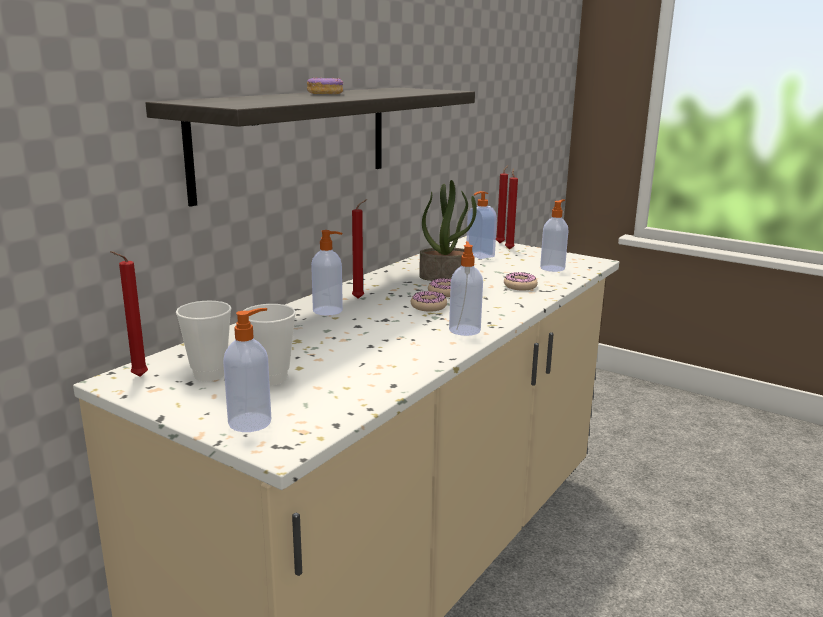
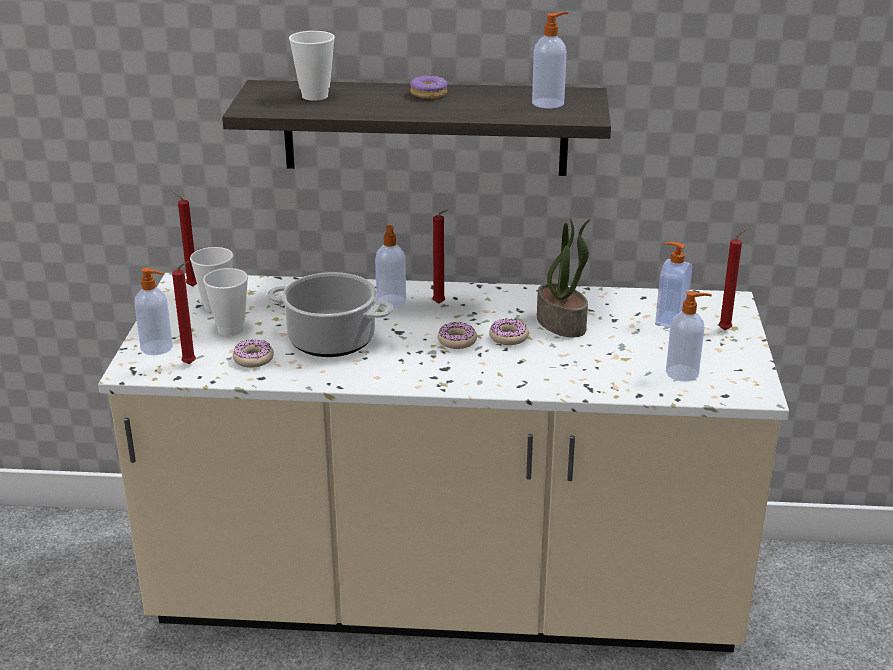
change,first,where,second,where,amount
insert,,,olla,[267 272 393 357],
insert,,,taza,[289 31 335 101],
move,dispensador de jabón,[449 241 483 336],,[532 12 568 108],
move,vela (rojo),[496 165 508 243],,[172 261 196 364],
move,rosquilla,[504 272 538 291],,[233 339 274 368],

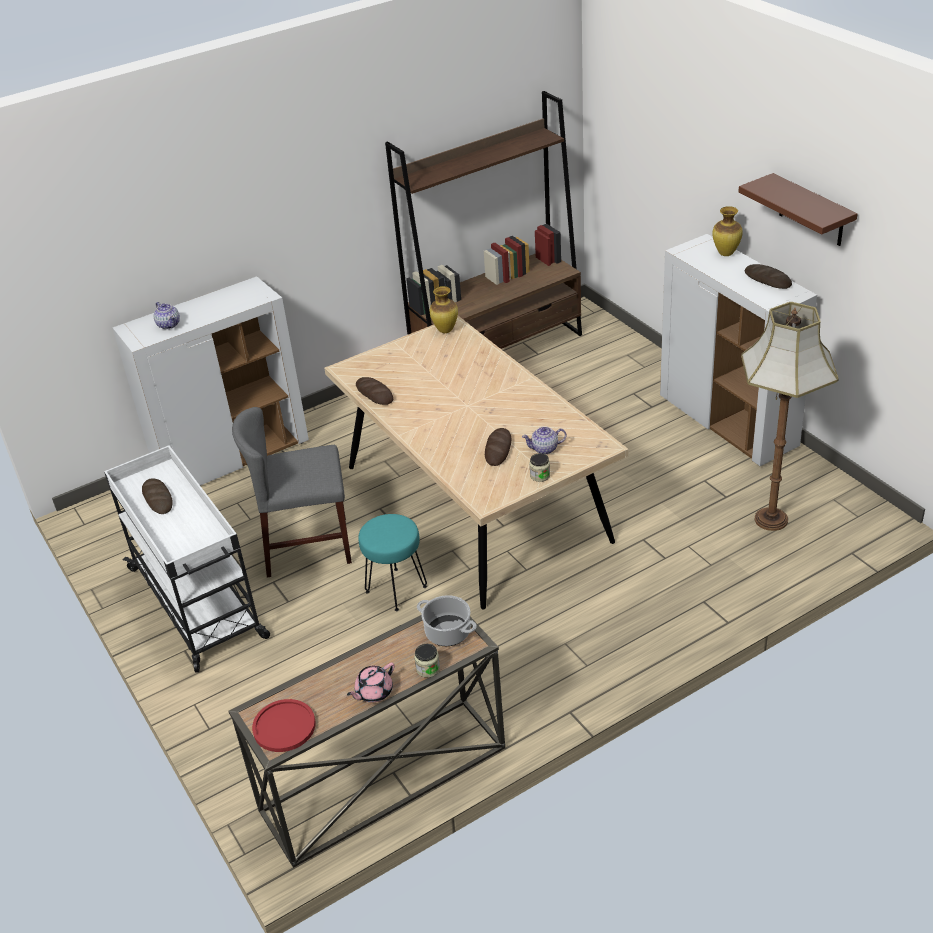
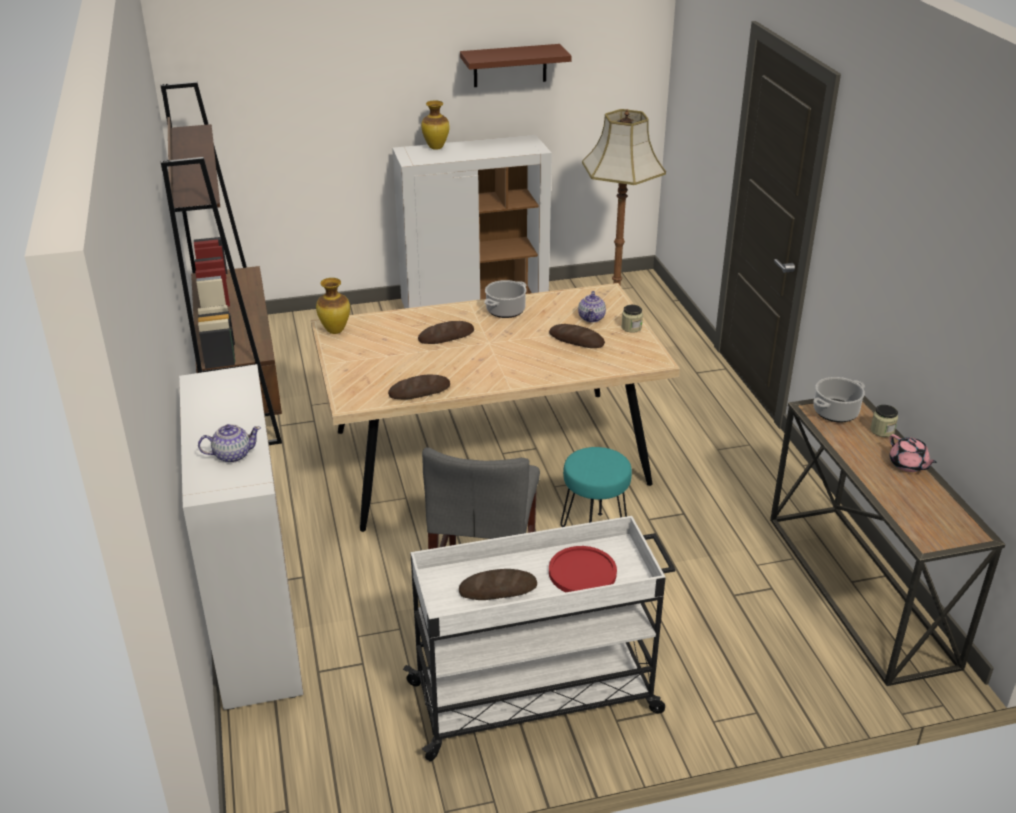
change,first,where,second,where,amount
insert,,,olla,[485 280 527 318],
move,plato (rojo),[252 699 316 752],,[549 546 617 592],
move,pan,[745 264 792 289],,[418 321 474 344],

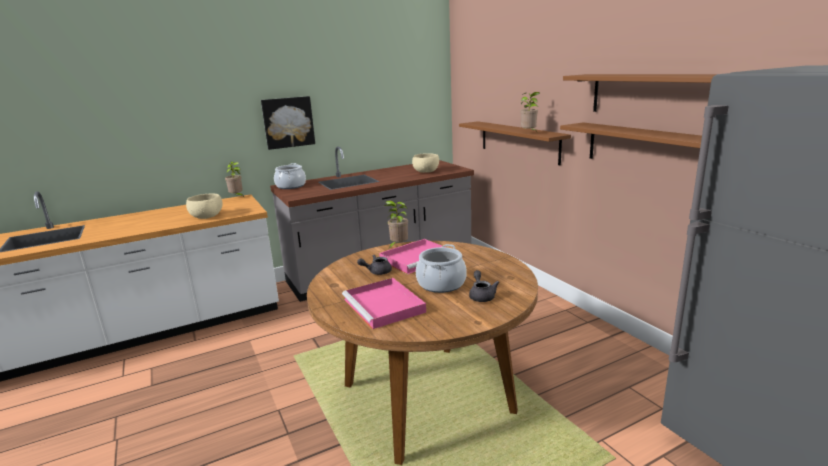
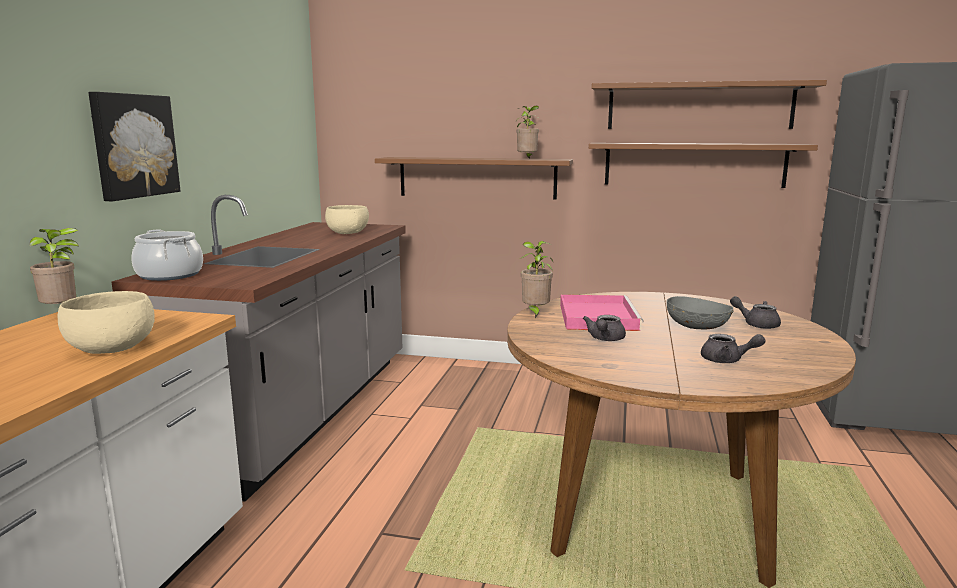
change,first,where,second,where,amount
replace,bandeja (rosa),[342 278 426 329],tetera (gris),[701 334 766 363],
replace,olla,[416 244 467 293],cuenco (gris),[667 296 733 329],

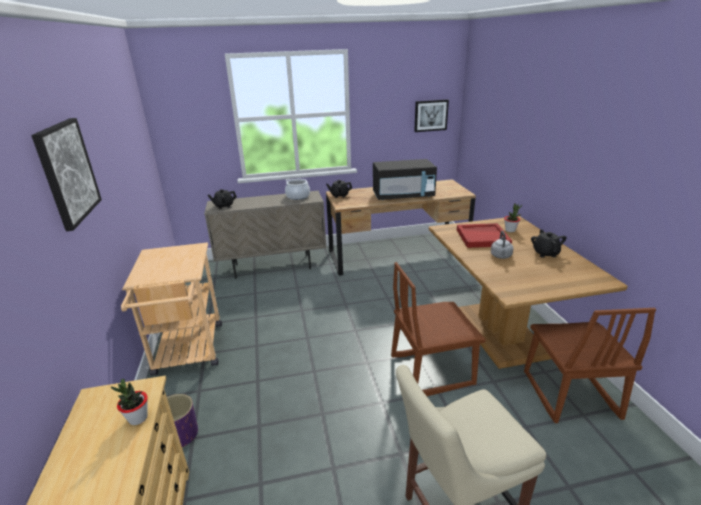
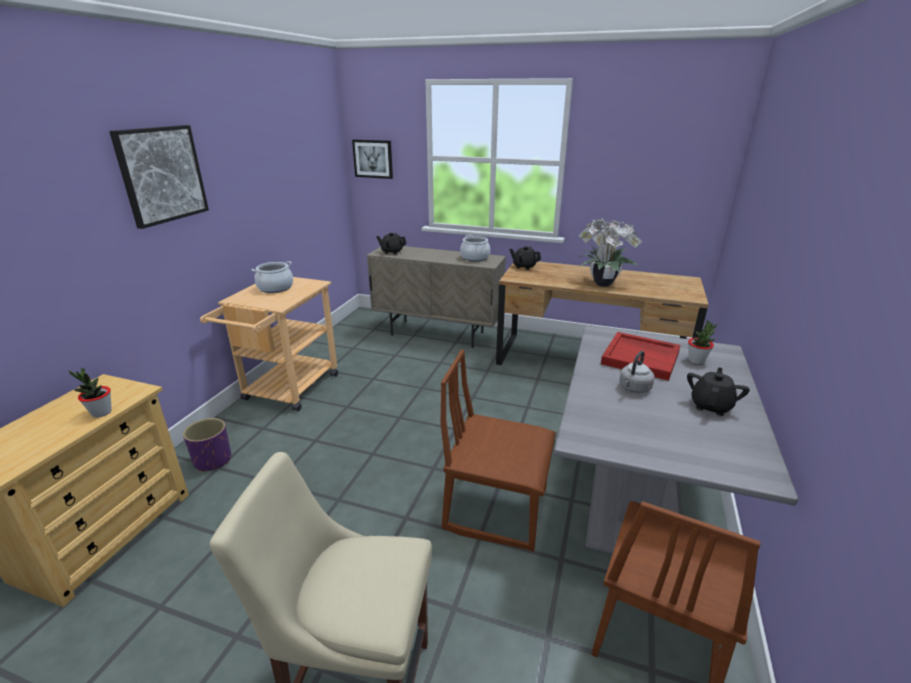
change,first,where,second,where,amount
insert,,,olla,[251 261 293 293],
move,cuadro,[414 100 449 132],,[352 140 393 179],
replace,microondas (negro),[373 159 437 200],planta en maceta,[579 218 642 287],
recolor,mesa de comedor (marrón),[429 216 628 369],mesa de comedor (gris),[554 326 798 554],

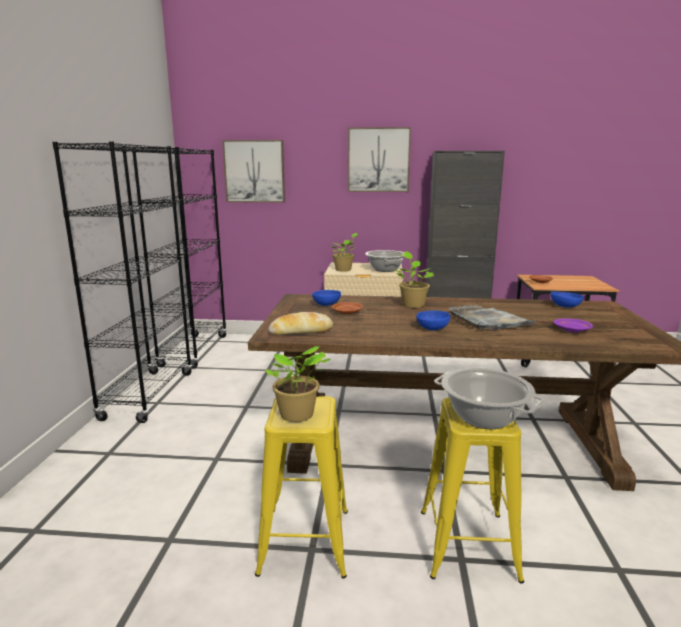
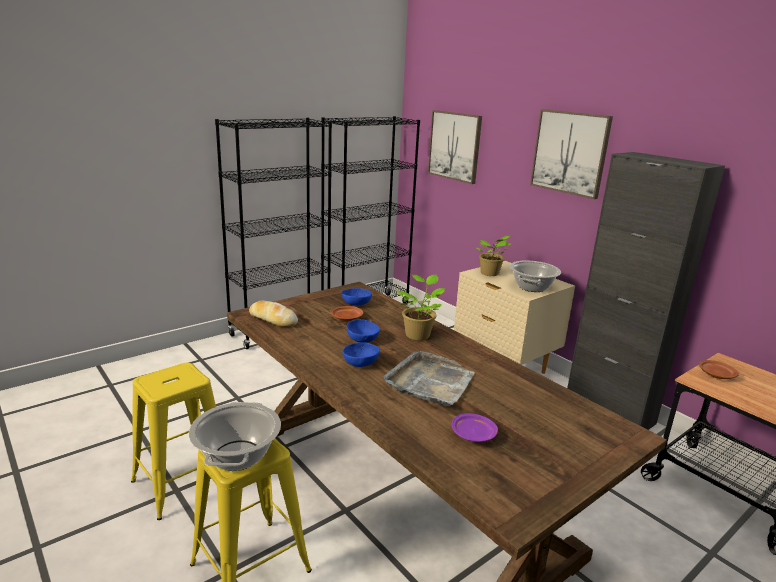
change,first,where,second,where,amount
delete,planta en maceta,[265 346 331 422],,,
move,cuenco (azul),[550 291 584 307],,[347 319 380 343],

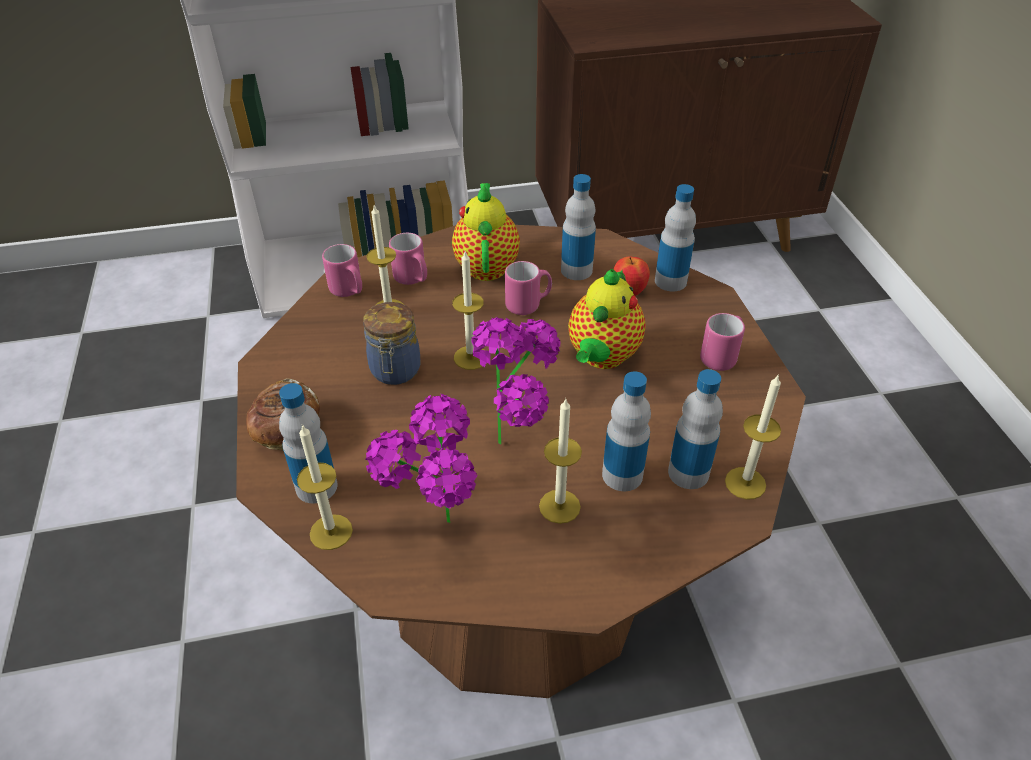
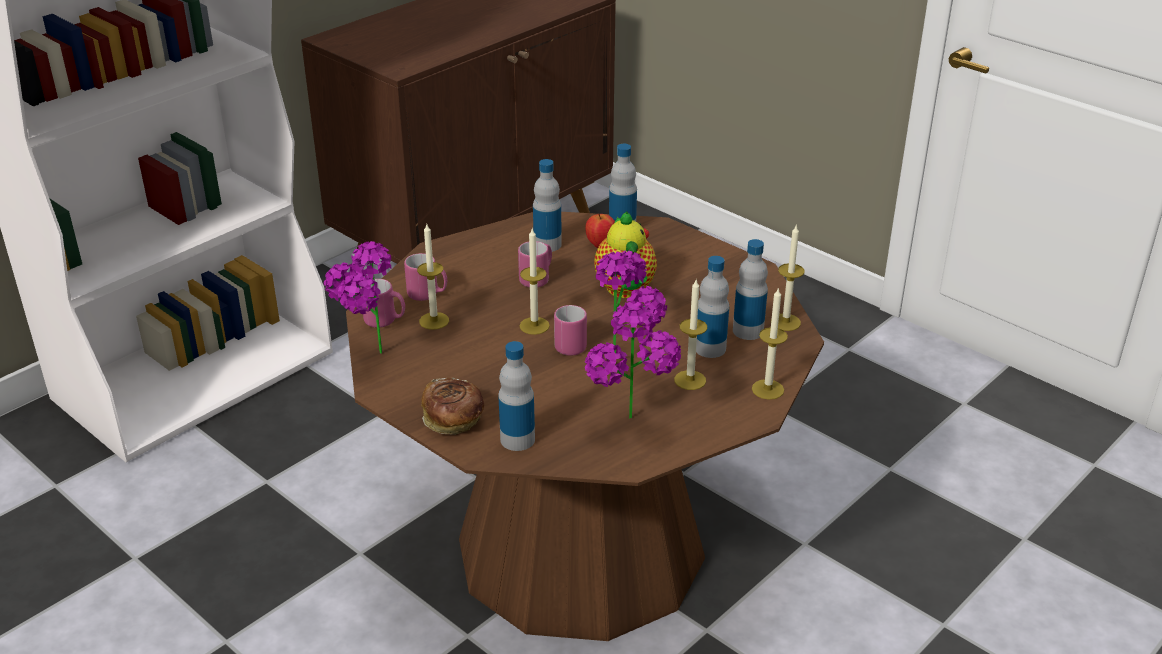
change,first,where,second,where,amount
delete,tarro,[363 302 420 385],,,
delete,tetera,[452 183 520 281],,,
insert,,,planta en maceta,[324 241 391 354],
move,vela,[297 424 353 550],,[752 287 788 400],
move,taza grande (rosa),[700 313 745 371],,[554 305 587 356],

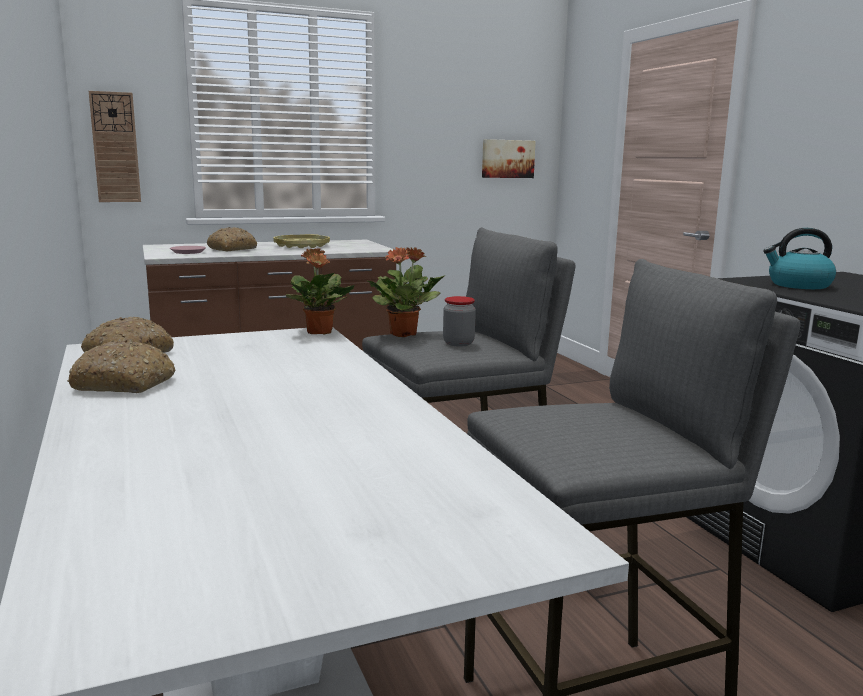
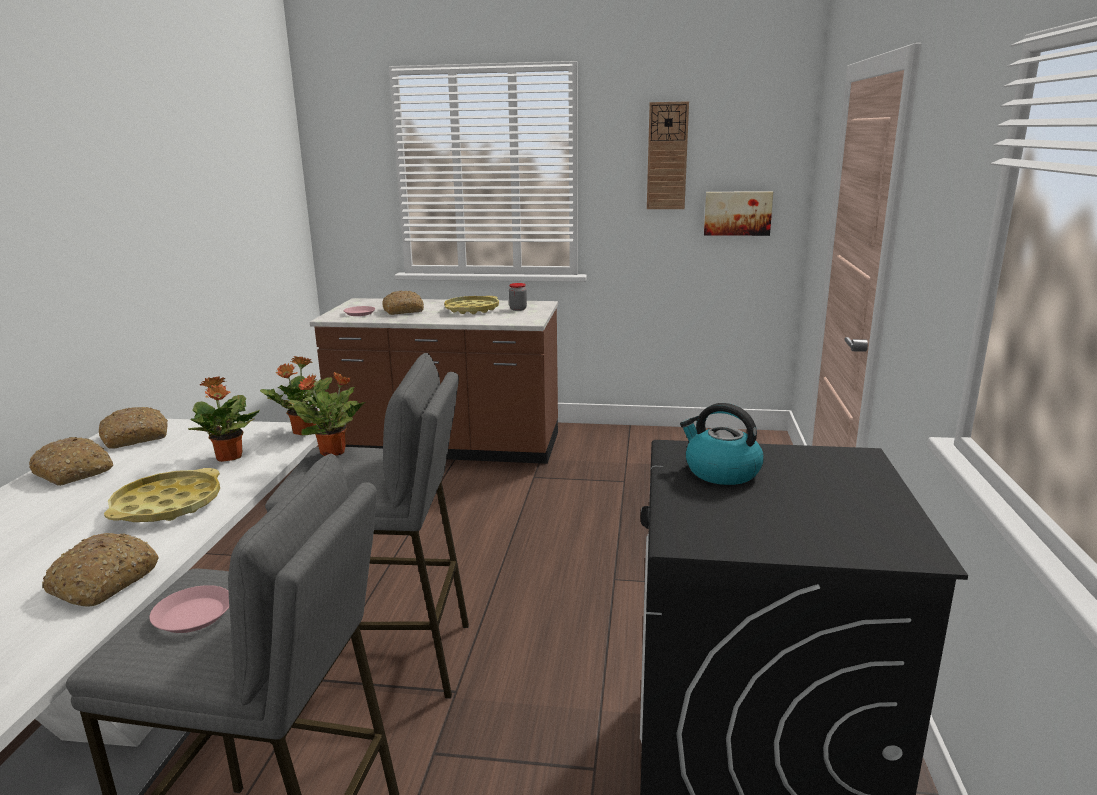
change,first,where,second,where,amount
insert,,,pan,[42 533 159 607],
insert,,,bandeja (amarillo),[104 468 220 522],
insert,,,plato (rosa),[149 585 229 633],
insert,,,planta en maceta,[188 376 260 462],
move,reloj de pared,[89 91 141 202],,[647 101 689 209],
move,tarro,[443 296 476 347],,[509 283 527 311],

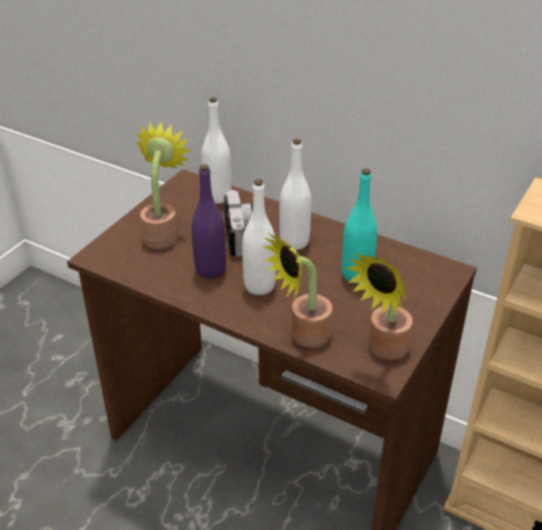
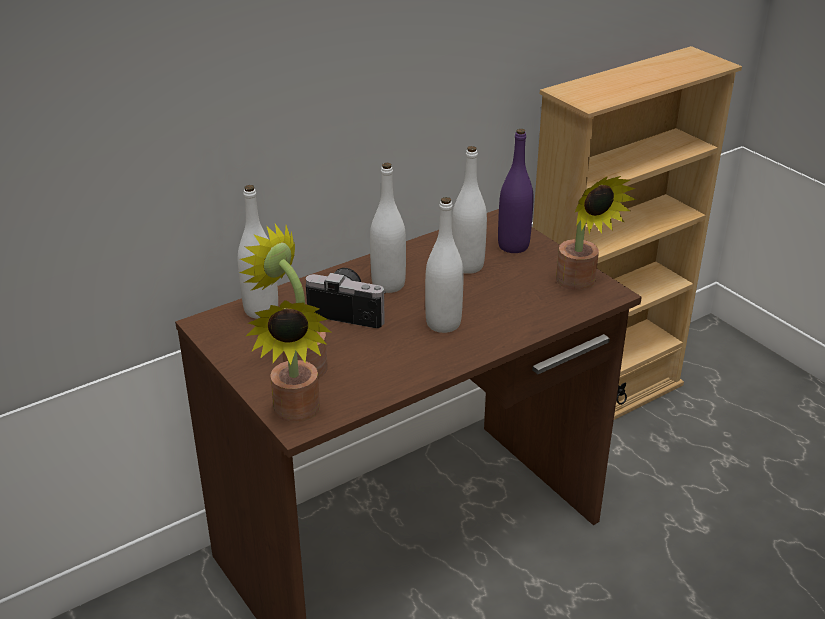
change,first,where,second,where,amount
move,botella (morado),[192 164 226 279],,[498 129 534 253],
move,planta en maceta,[263 233 333 347],,[246 300 332 423],
recolor,botella (turquesa),[342 169 377 281],botella (blanco),[452 146 487 274],

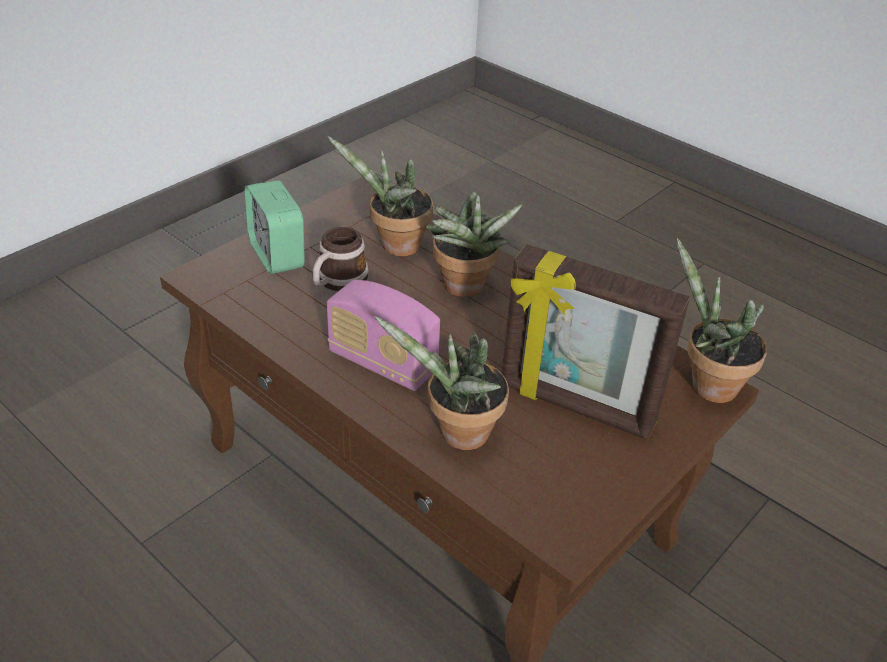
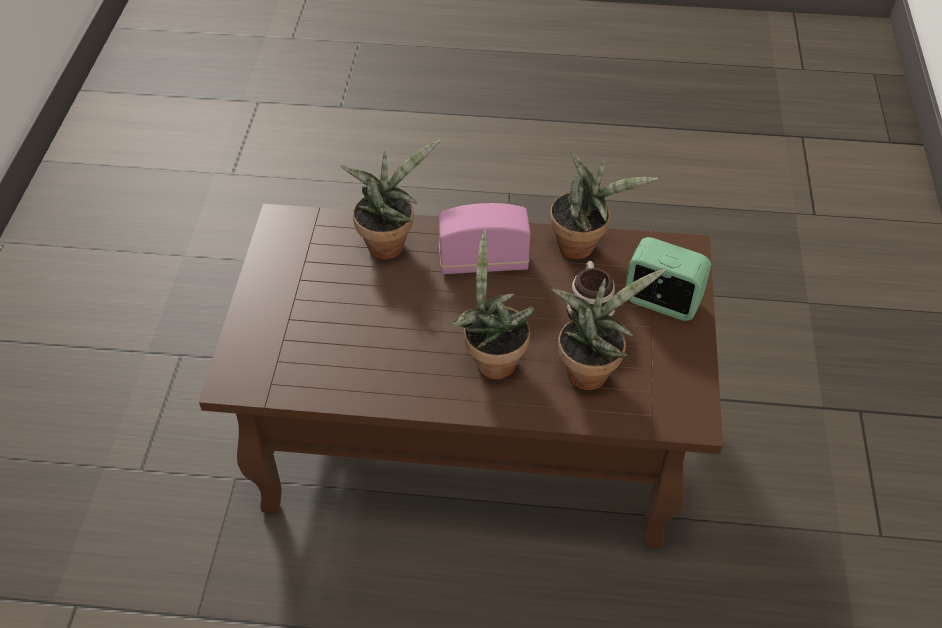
change,first,where,second,where,amount
delete,portarretratos,[502 244 690 440],,,
move,planta en maceta,[676 238 767 403],,[550 151 658 259],

